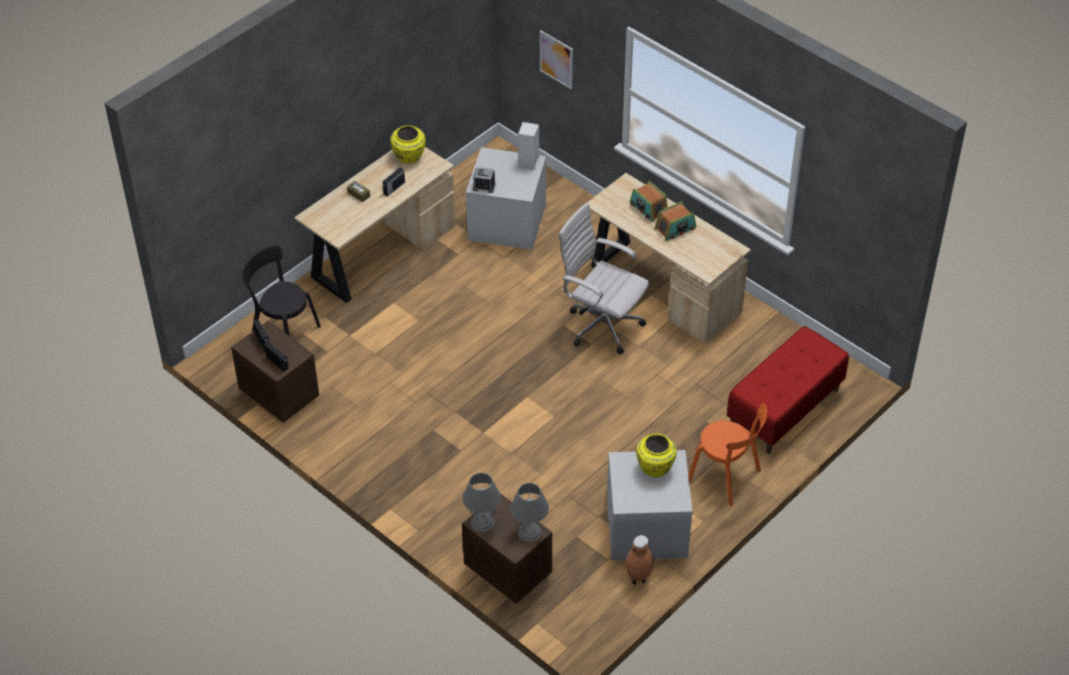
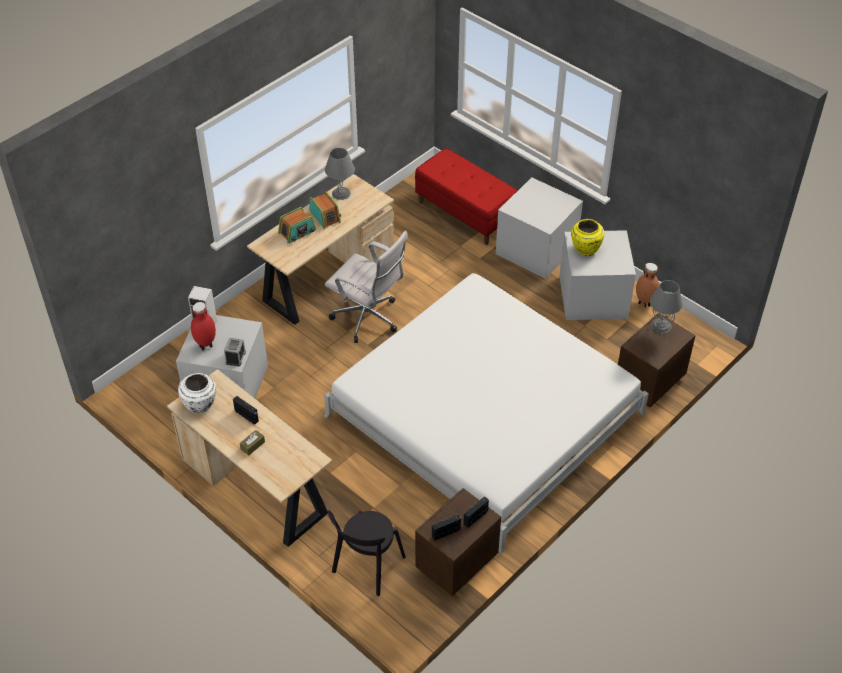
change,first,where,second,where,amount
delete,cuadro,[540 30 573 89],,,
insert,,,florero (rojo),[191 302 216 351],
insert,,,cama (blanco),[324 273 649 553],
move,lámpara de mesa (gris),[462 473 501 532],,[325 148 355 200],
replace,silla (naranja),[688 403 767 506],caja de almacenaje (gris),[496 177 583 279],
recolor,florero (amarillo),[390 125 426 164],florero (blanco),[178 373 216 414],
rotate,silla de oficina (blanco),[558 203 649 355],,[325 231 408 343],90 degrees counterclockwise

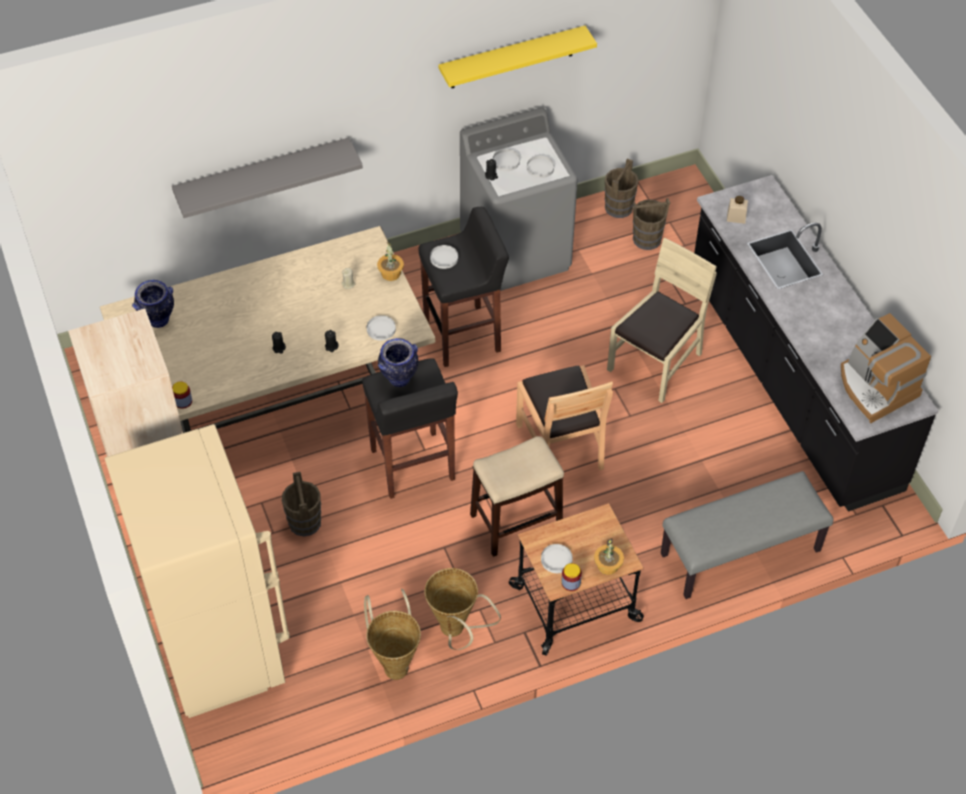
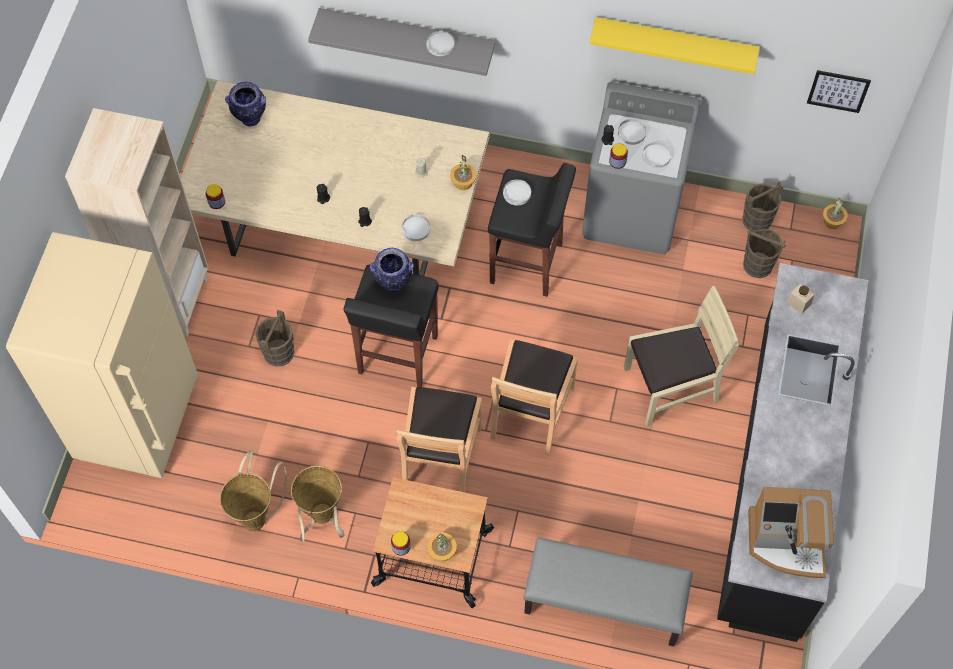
change,first,where,second,where,amount
insert,,,tarro,[609 143 628 169],
insert,,,cuadro,[807 70 871 113],
insert,,,planta en maceta,[823 198 848 229],
move,plato (blanco),[541 544 573 573],,[426 31 454 56],
replace,taburete,[470 436 564 557],silla (marrón),[396 387 482 492],
rotate,cafetera,[841 313 931 423],,[748 487 834 578],90 degrees counterclockwise

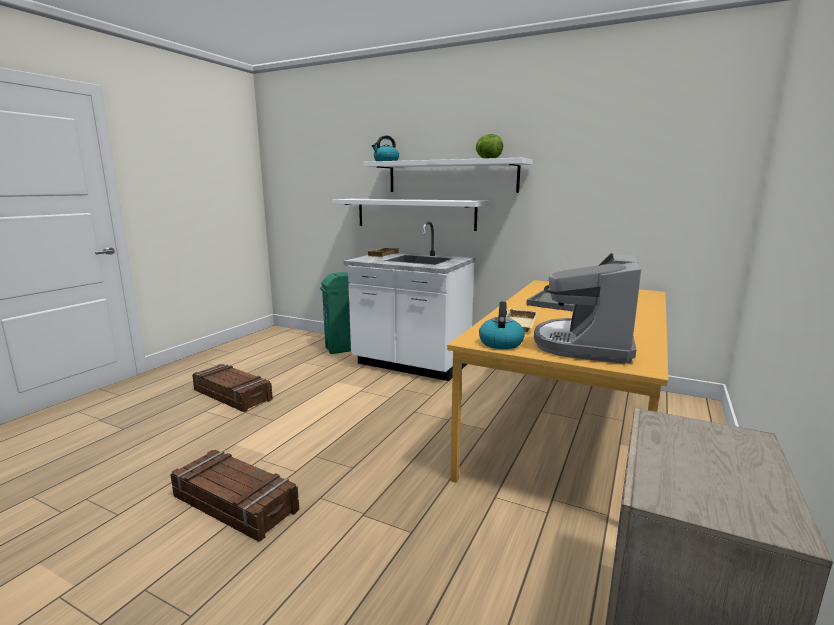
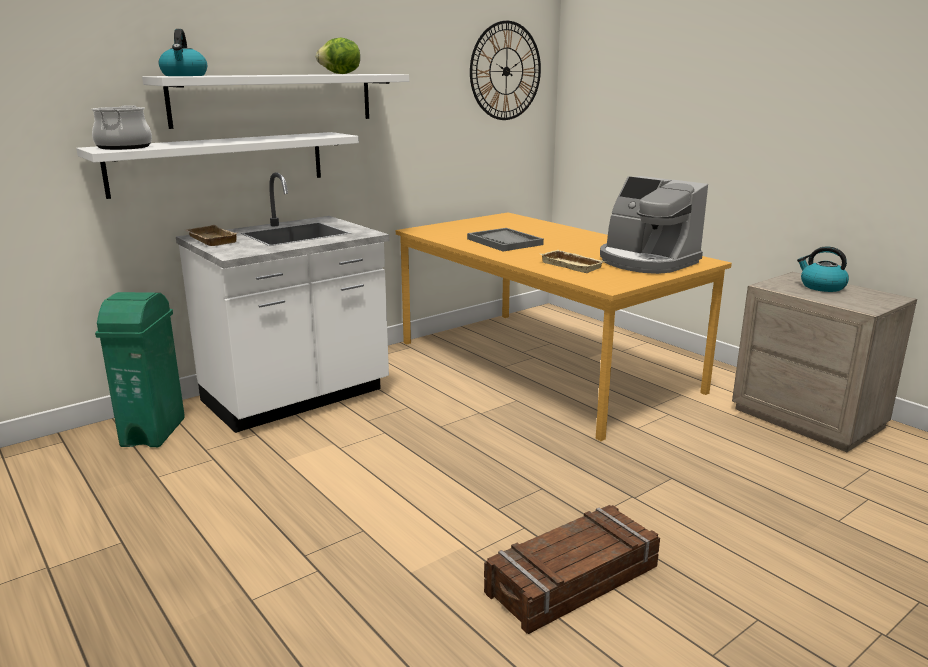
change,first,where,second,where,amount
delete,caja de embalaje,[192 364 273 412],,,
insert,,,olla,[91 105 152 150],
insert,,,reloj de pared,[470 21 541 120],
move,hervidor,[479 302 525 349],,[797 246 849 292],

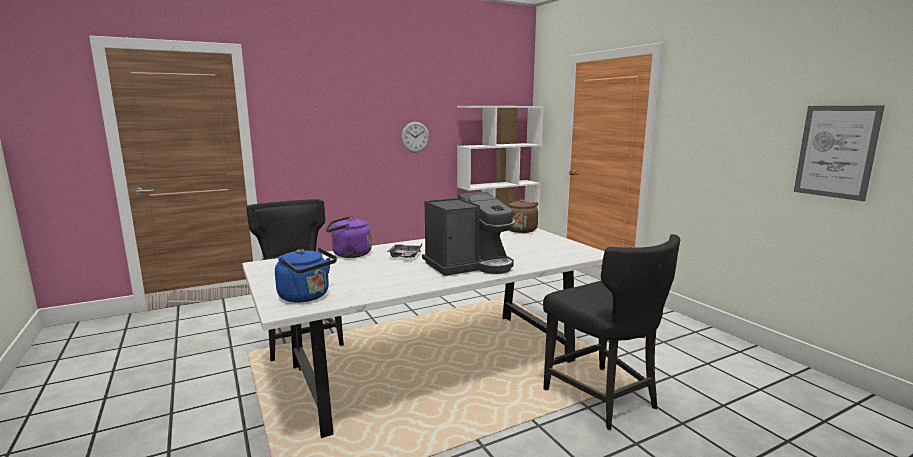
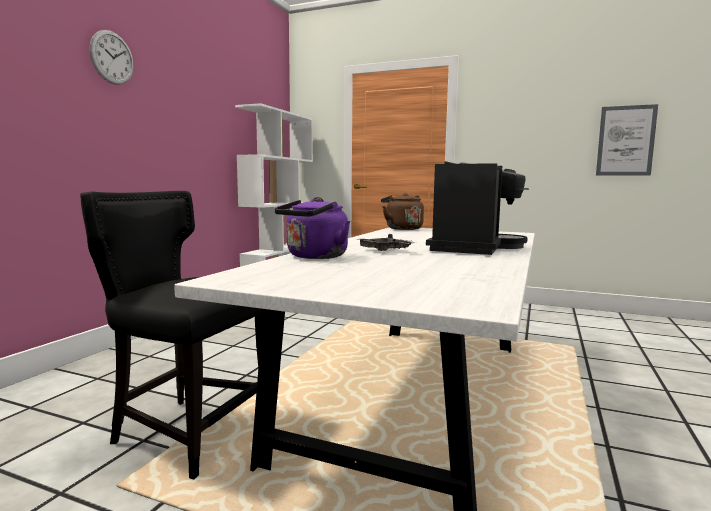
change,first,where,second,where,amount
delete,hervidor (azul),[275 247 337 303],,,
delete,silla (negro),[543 234 680 430],,,
move,reloj de pared,[401 122 429 153],,[89 30 134 85],

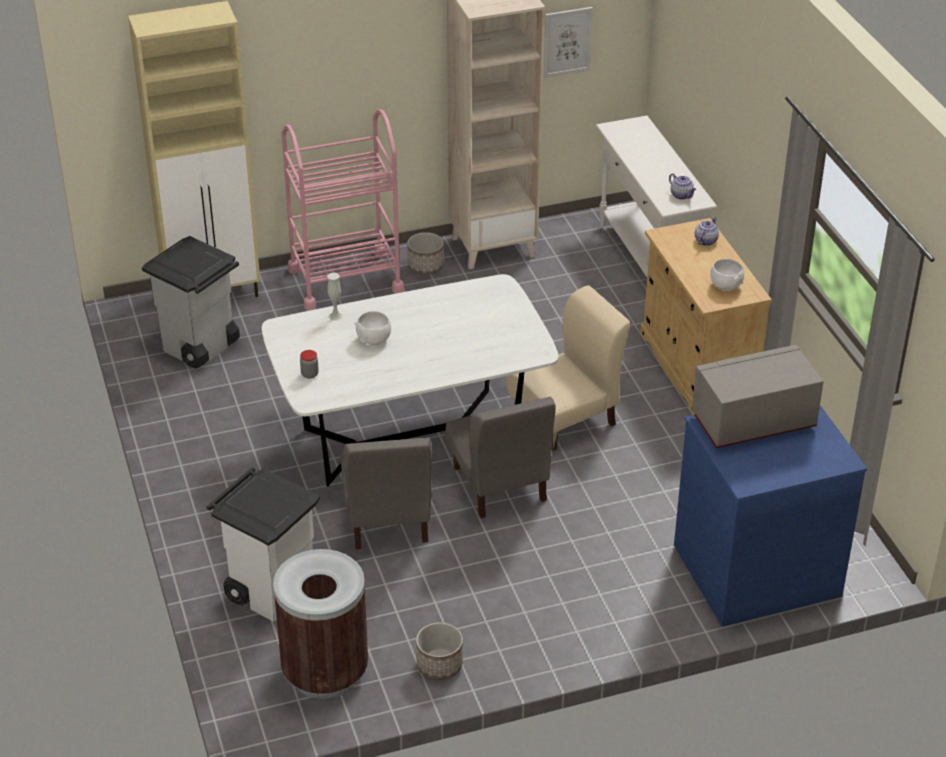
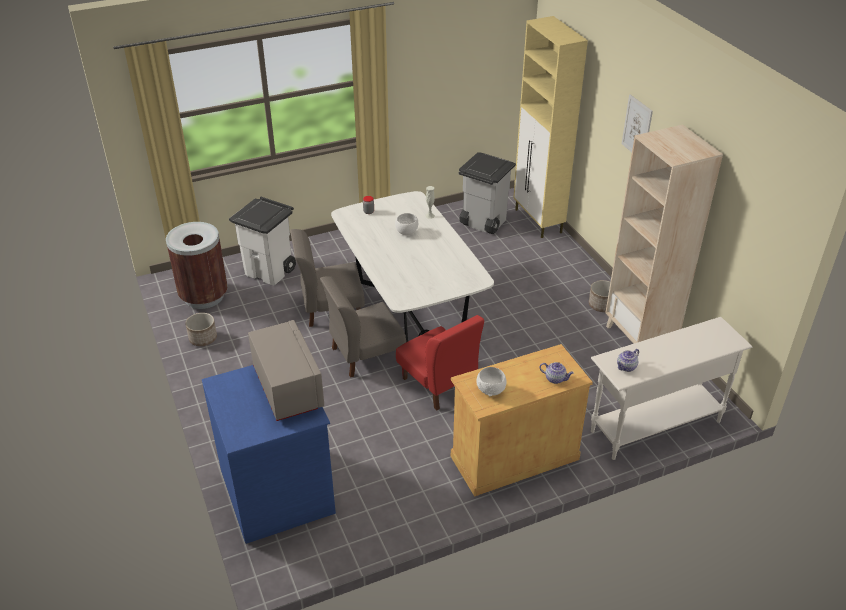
change,first,where,second,where,amount
delete,carrito (rosa),[282 109 404 311],,,
move,cuadro,[544 7 593 78],,[622 95 653 152],
recolor,silla (beis),[507 285 630 451],silla (rojo),[396 315 484 410],

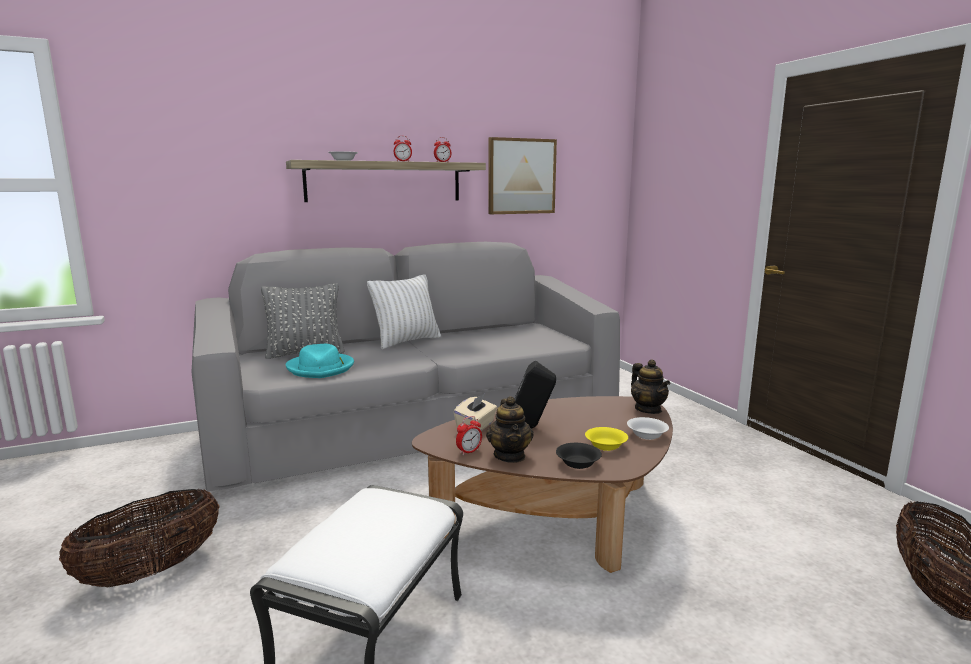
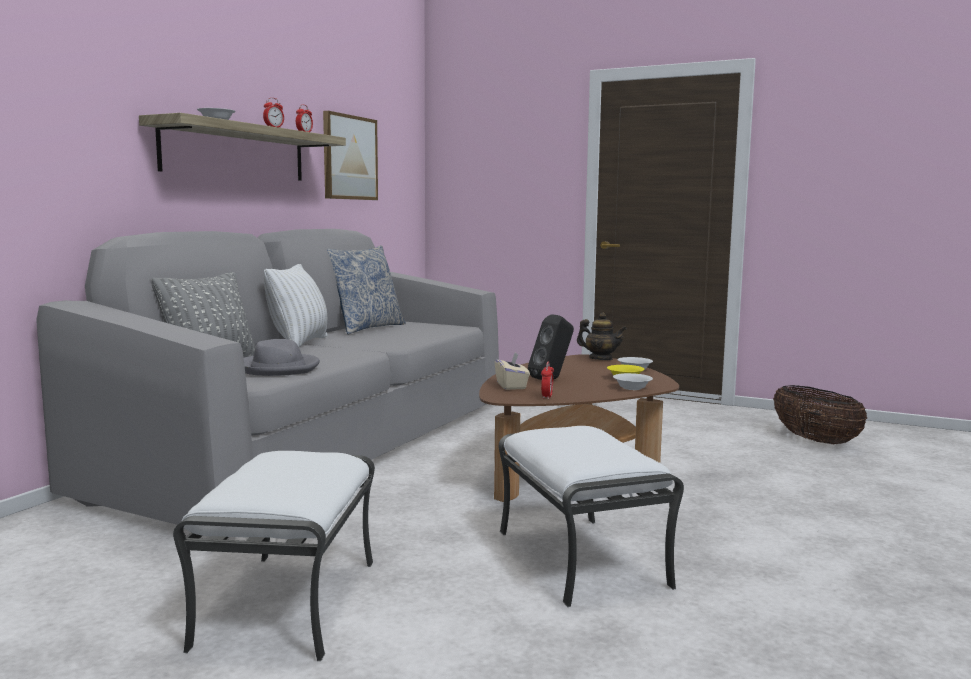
change,first,where,second,where,amount
delete,tetera,[486 396 534 463],,,
insert,,,cojín,[327 245 406 334],
replace,cesta,[59 488 219 587],puf (blanco),[173 451 375 661],
recolor,sombrero (turquesa),[286 344 354 378],sombrero (gris),[244 339 320 376],
recolor,cuenco (negro),[556 443 602 469],cuenco (blanco),[613 373 653 390],

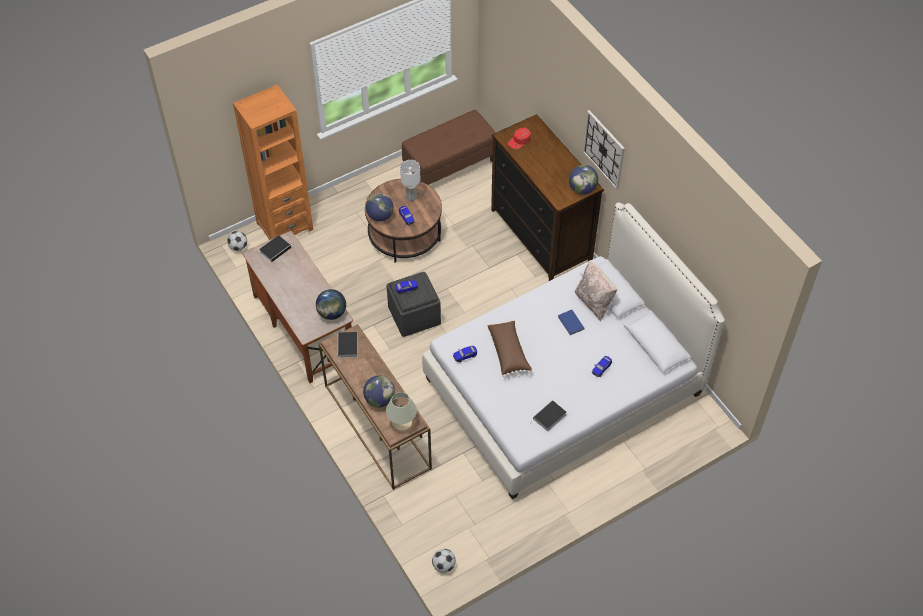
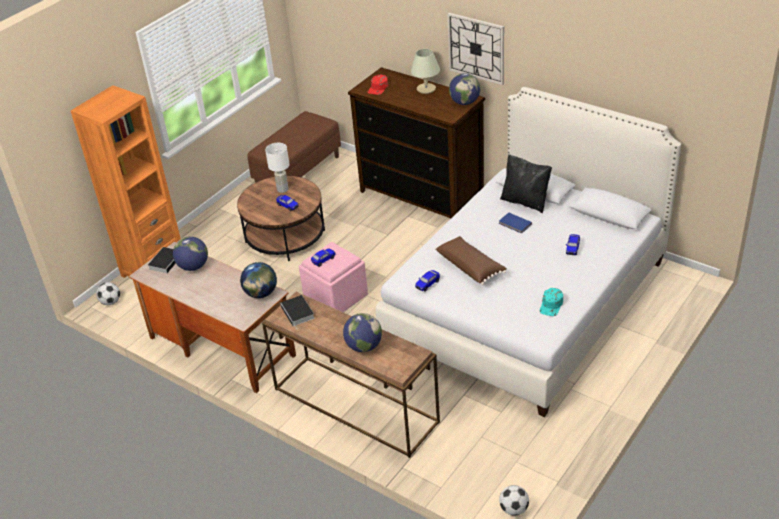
change,first,where,second,where,amount
move,globo terráqueo,[366 193 394 221],,[173 236 208 271],
move,lámpara de mesa (beis),[386 392 417 431],,[411 49 440 94],
replace,libro,[531 400 567 432],gorra (turquesa),[540 288 563 316],
recolor,puf (gris),[387 272 441 337],puf (rosa),[299 242 368 312],
recolor,cojín (beis),[575 260 618 321],cojín (negro),[500 154 552 213],

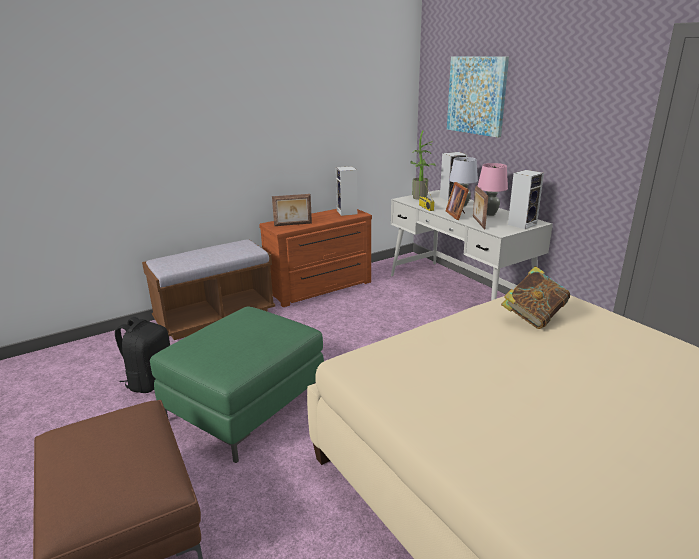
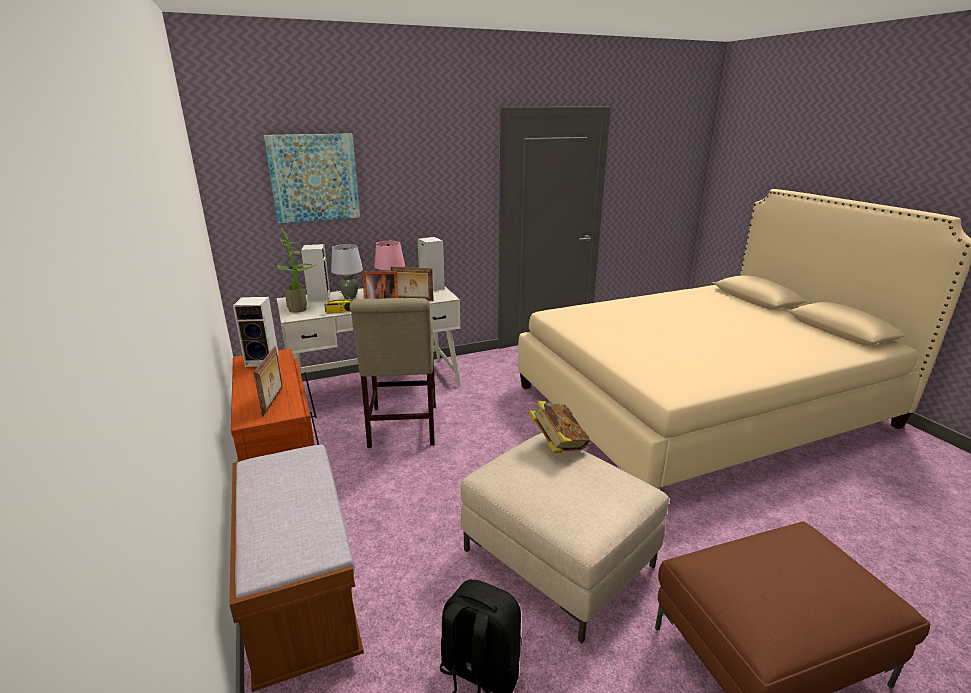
change,first,where,second,where,amount
insert,,,silla (beis),[350 298 436 448],
move,libro,[501 266 570 329],,[528 401 590 453],
recolor,puf (verde),[150 307 324 463],puf (beis),[461 433 669 643],

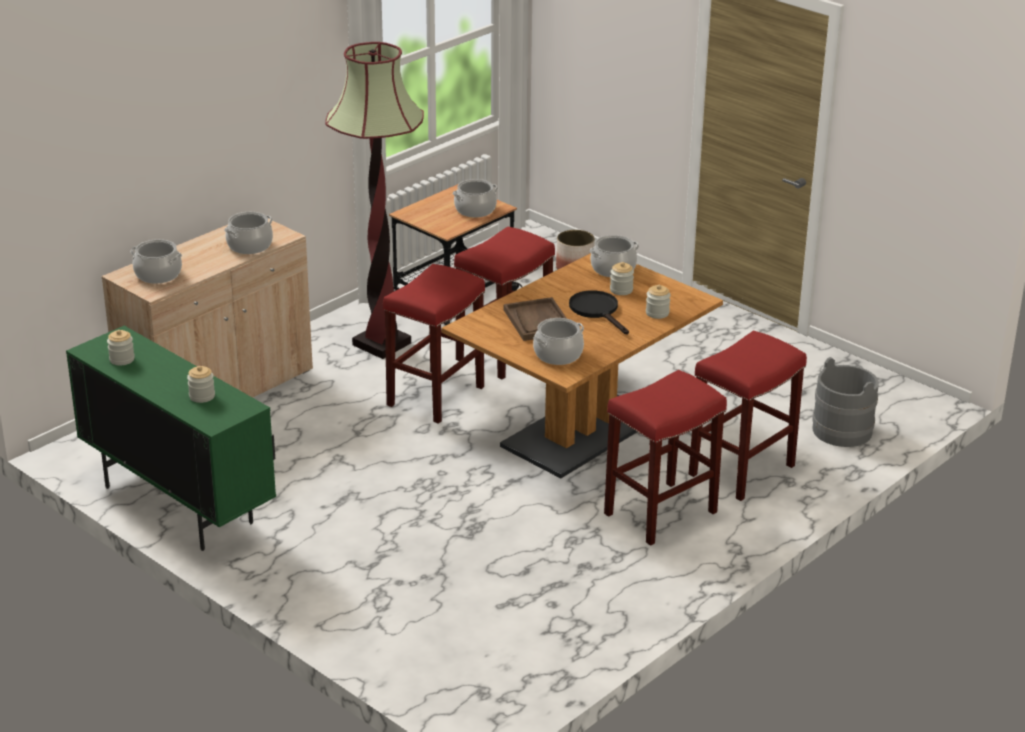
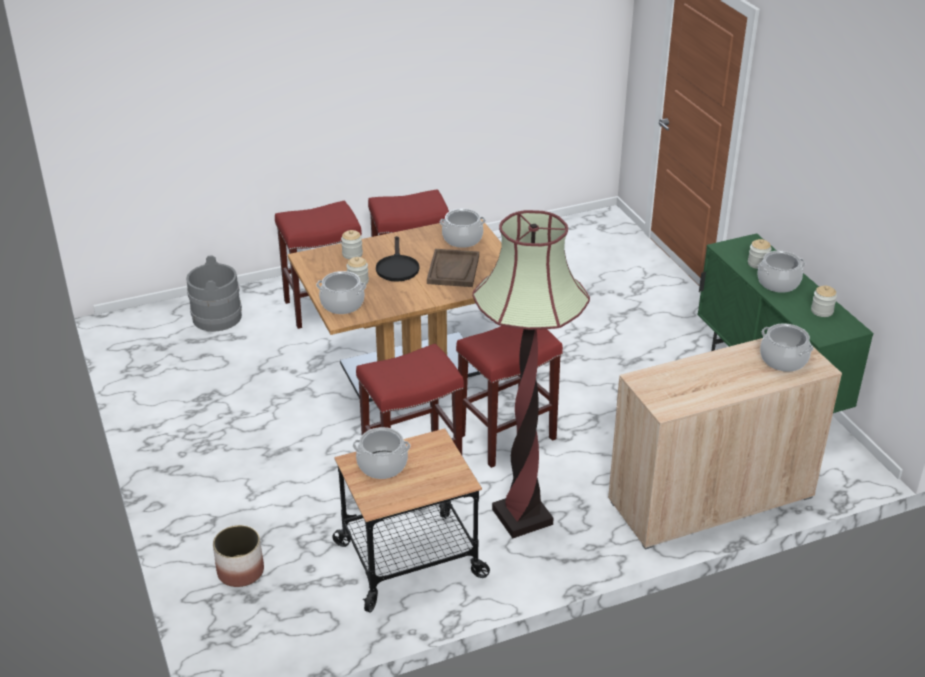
change,first,where,second,where,amount
move,olla,[224 212 273 254],,[757 251 805 293],

